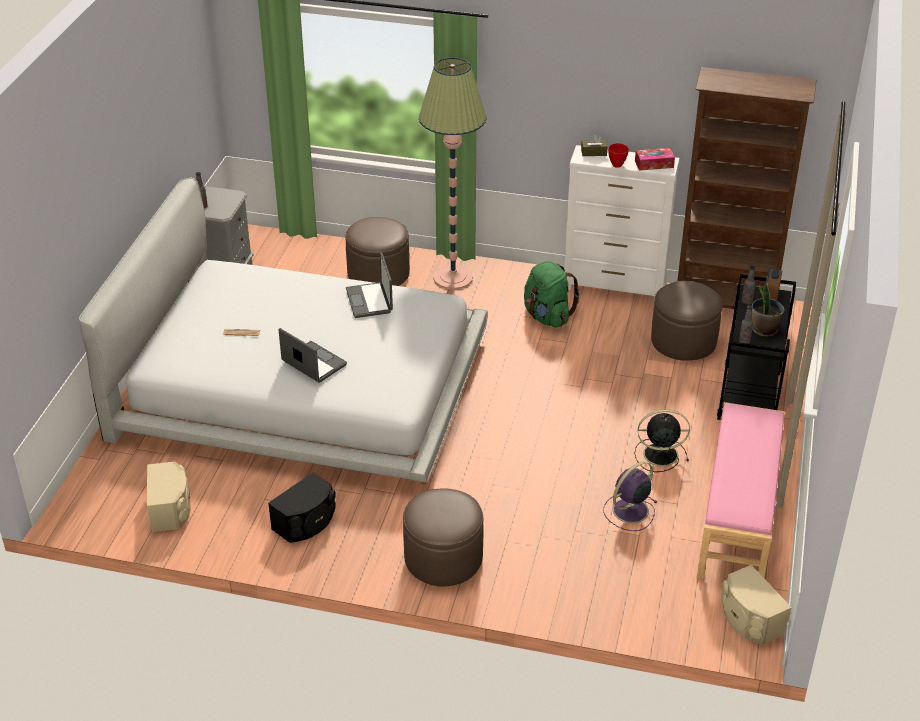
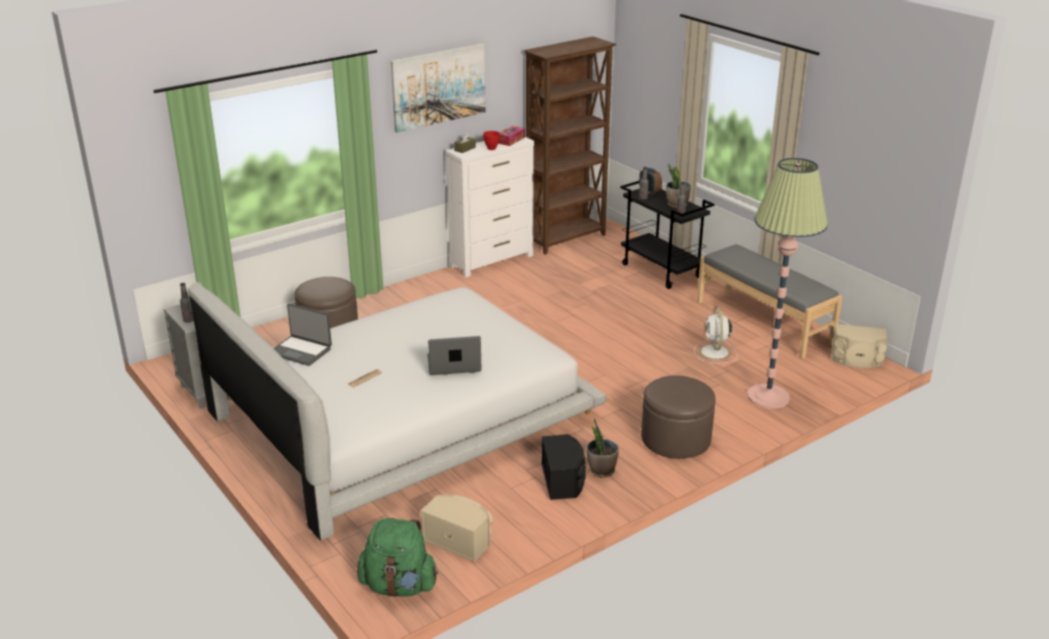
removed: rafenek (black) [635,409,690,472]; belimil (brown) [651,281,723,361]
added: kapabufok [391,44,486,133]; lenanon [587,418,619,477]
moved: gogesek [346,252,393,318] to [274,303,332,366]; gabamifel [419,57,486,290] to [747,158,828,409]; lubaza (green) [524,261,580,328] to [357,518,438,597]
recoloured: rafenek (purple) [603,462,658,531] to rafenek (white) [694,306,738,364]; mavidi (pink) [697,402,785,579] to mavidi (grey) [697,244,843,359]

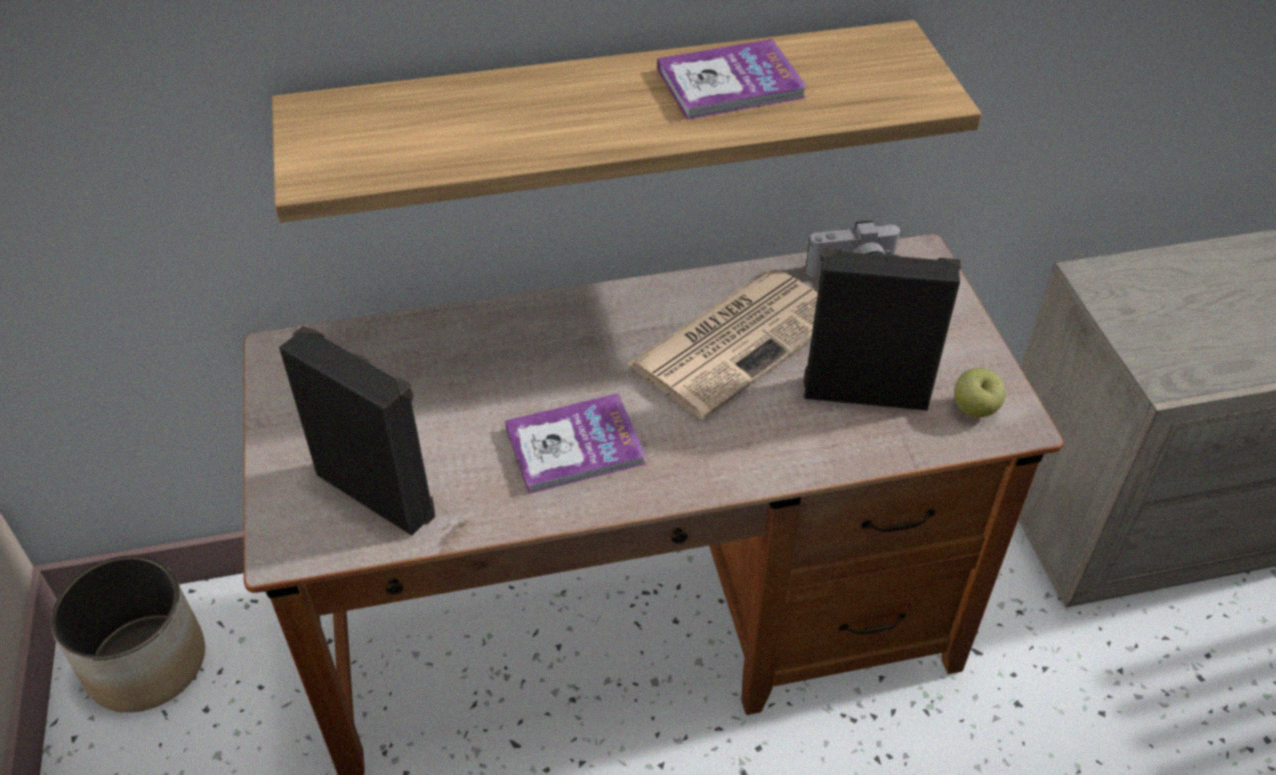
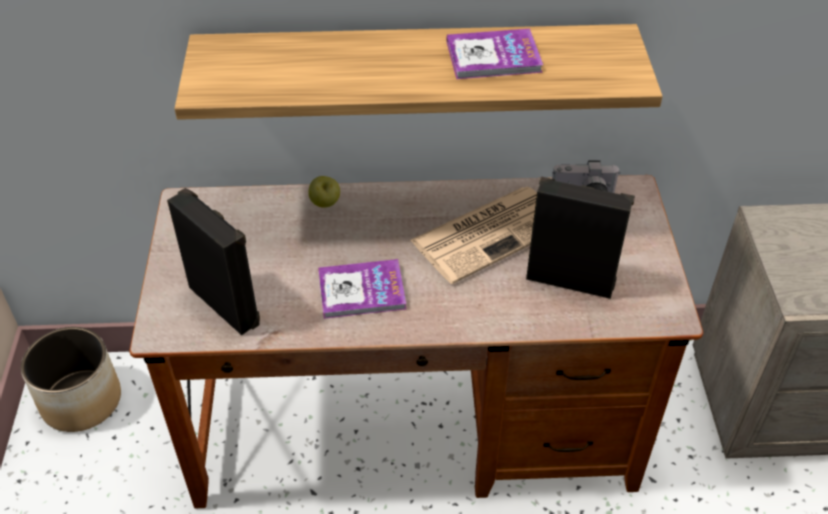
moved: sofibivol [954,368,1006,417] to [308,176,340,208]

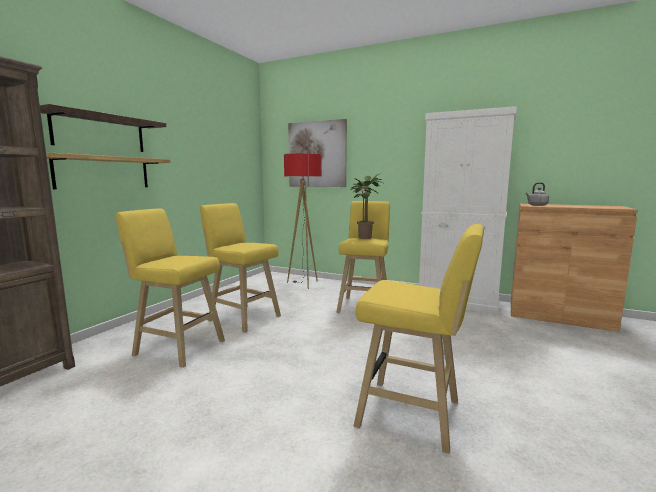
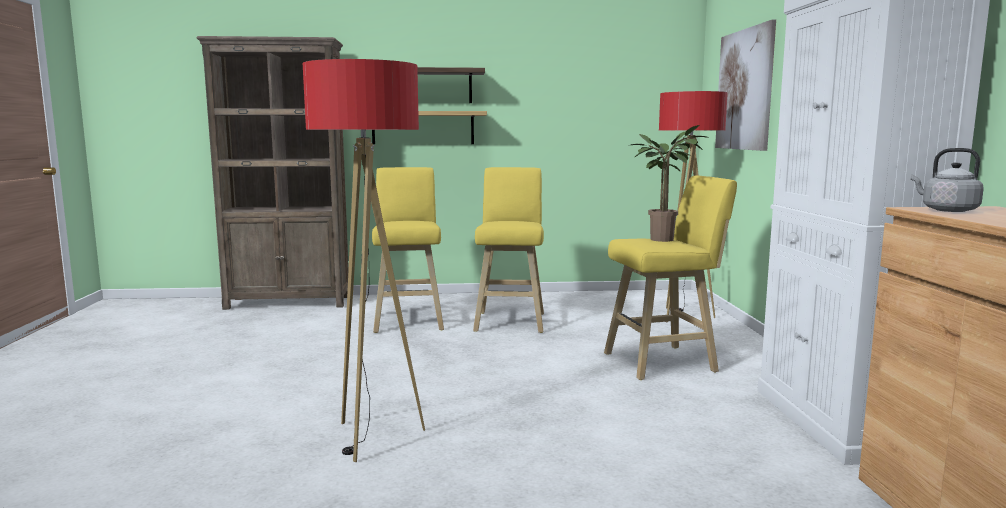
replaced: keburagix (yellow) [354,224,484,454] to gabamifel [303,59,425,462]

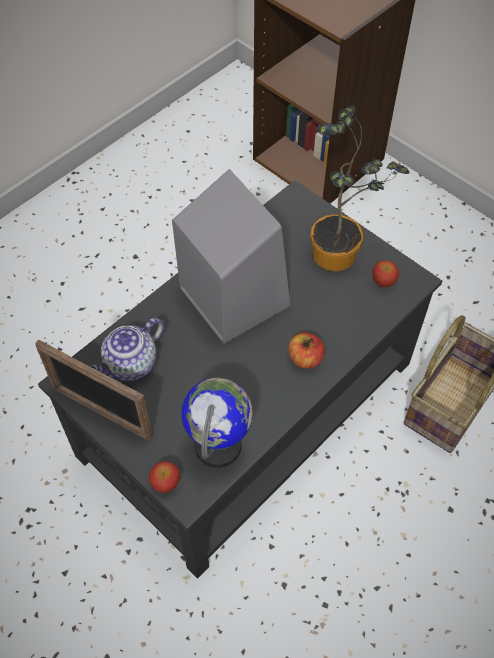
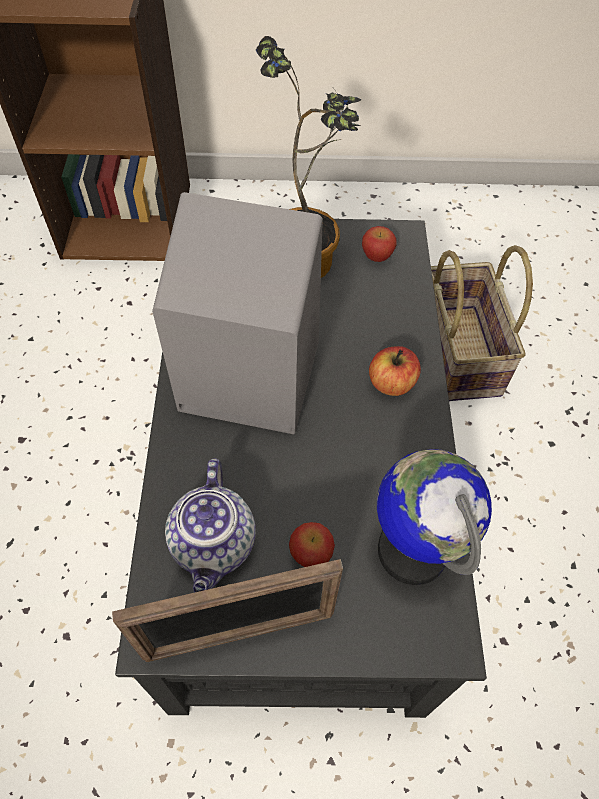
moved: sofibivol [149,461,180,493] to [289,522,335,567]

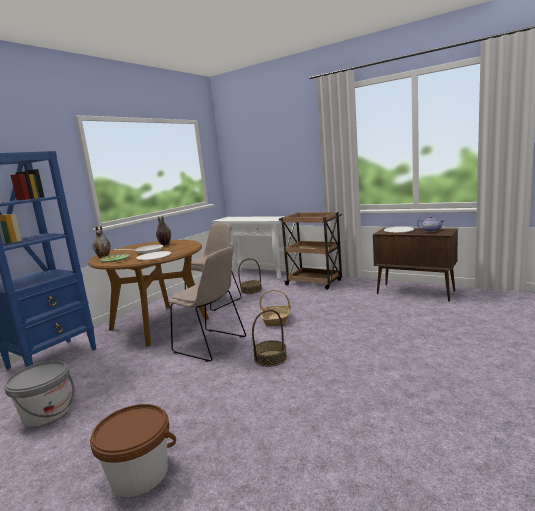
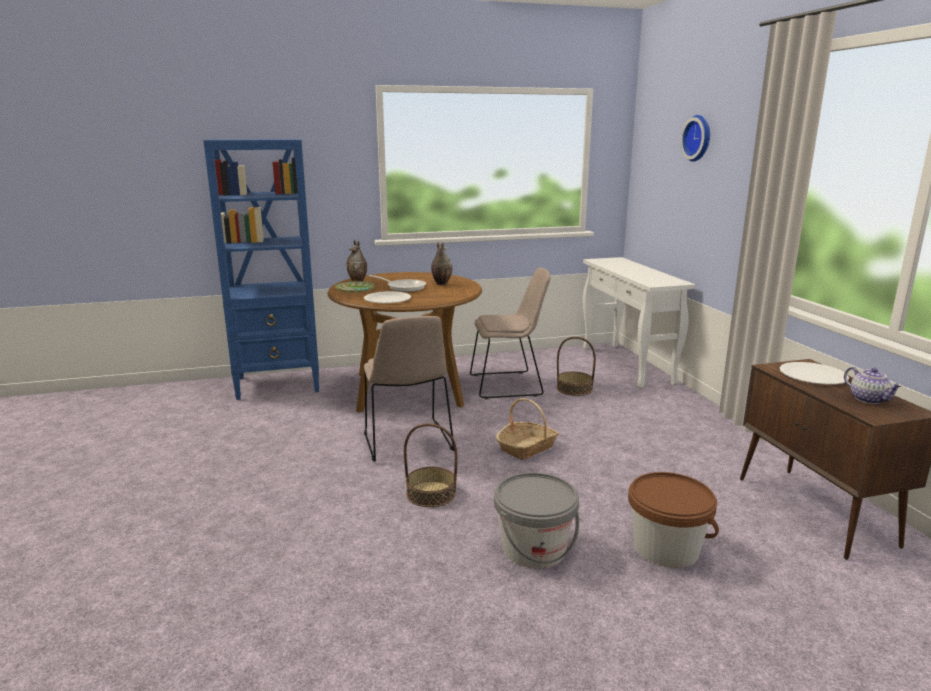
removed: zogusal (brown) [279,212,342,290]
added: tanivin [680,115,710,162]
moved: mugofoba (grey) [4,361,75,426] to [494,472,579,569]; mugofoba (brown) [90,404,176,497] to [628,472,719,568]

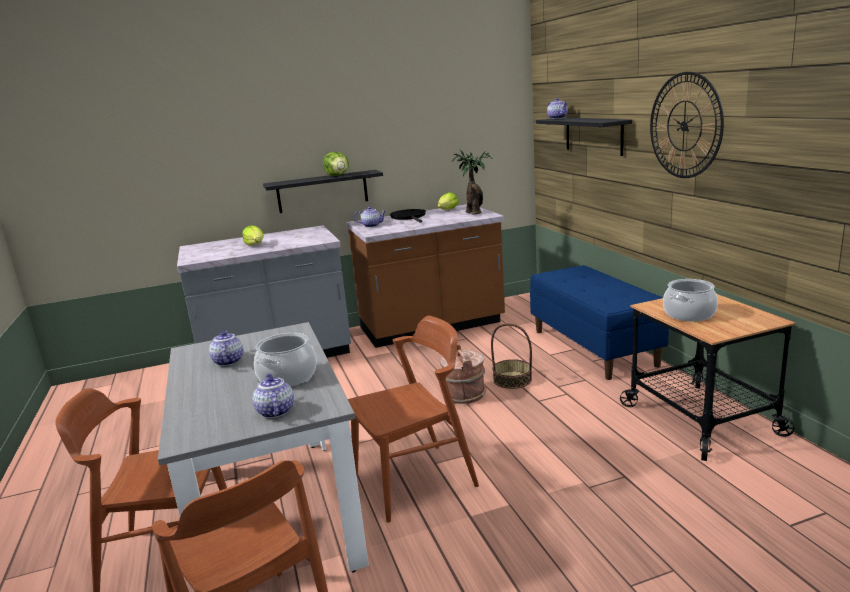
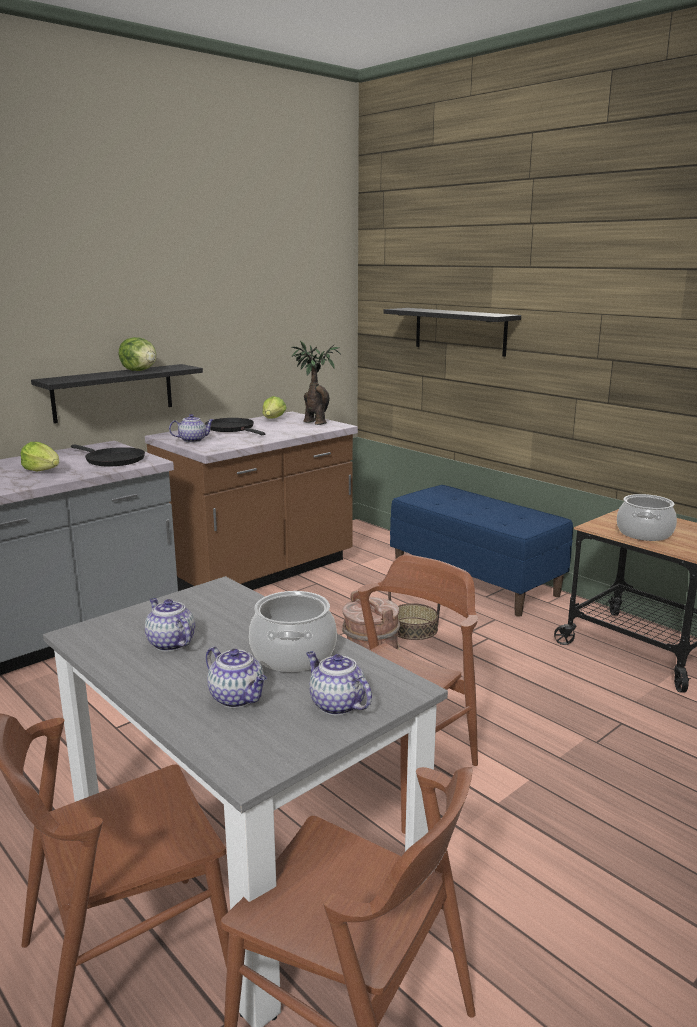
removed: tanivin [650,72,724,178]
added: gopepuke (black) [71,445,145,466]
moved: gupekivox [547,98,568,119] to [206,647,267,708]

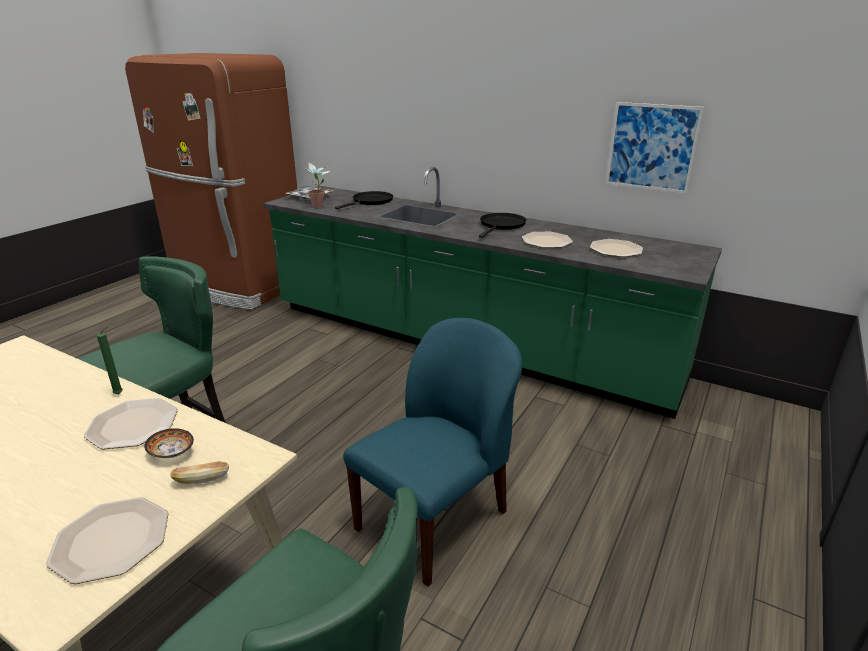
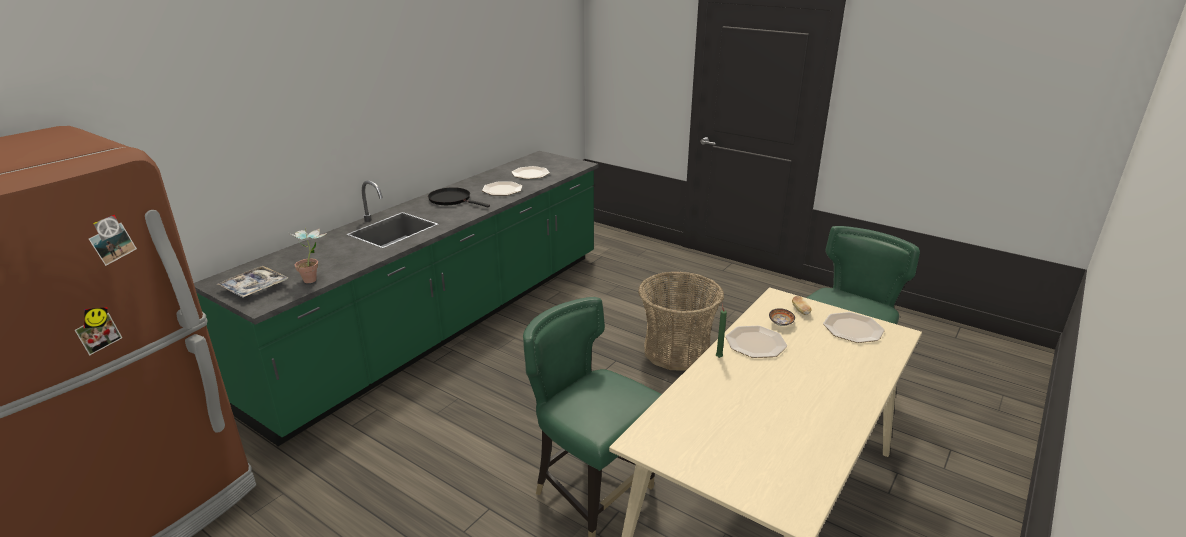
removed: gopepuke (black) [335,191,393,209]; kapabufok [606,102,704,194]
replaced: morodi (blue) [343,318,522,587] to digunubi [638,271,724,371]

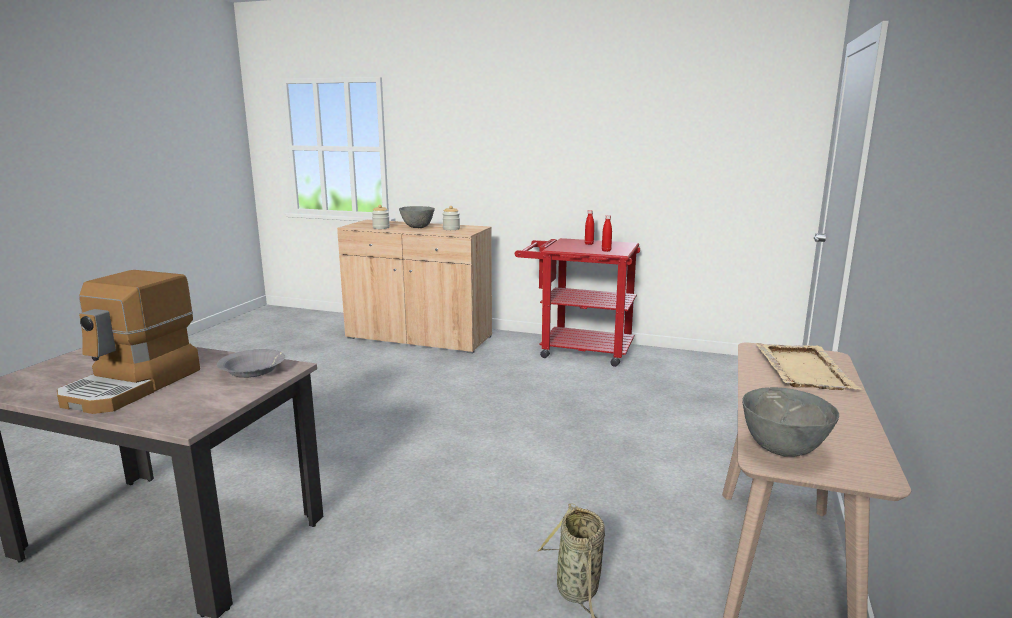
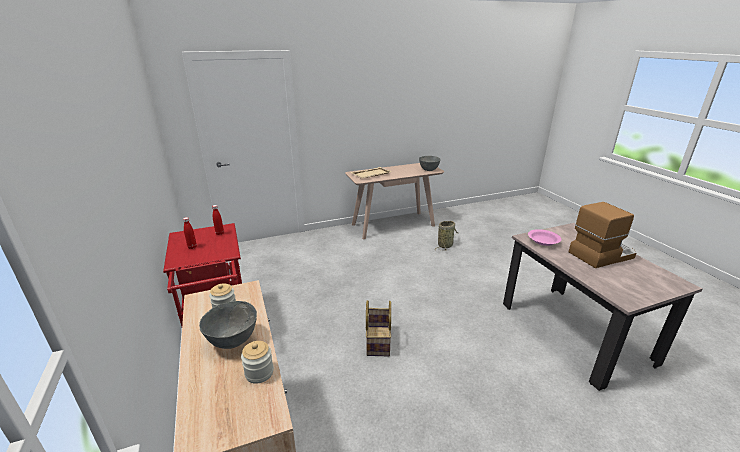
added: digunubi [366,300,391,356]
recoloured: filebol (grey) [217,349,285,378] to filebol (pink) [528,229,561,246]

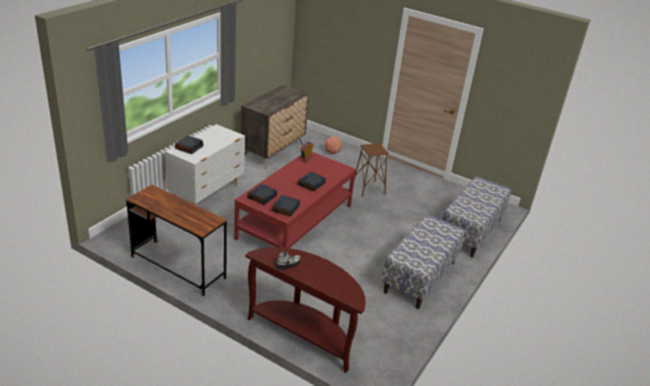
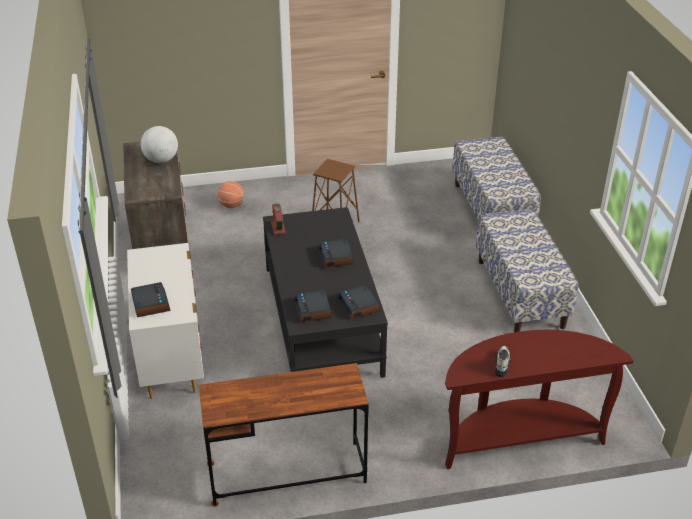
added: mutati [141,126,178,163]
recoloured: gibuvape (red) [234,152,356,248] to gibuvape (black) [263,207,388,378]

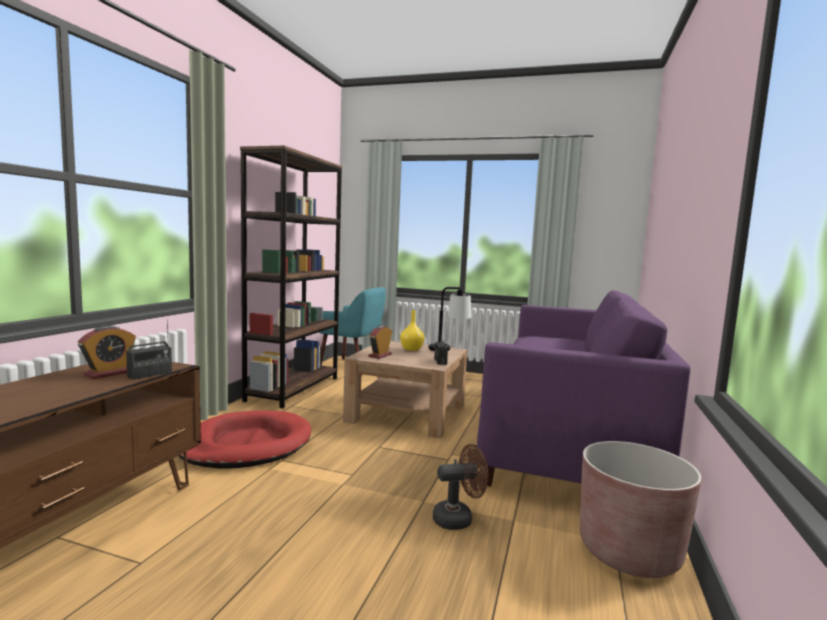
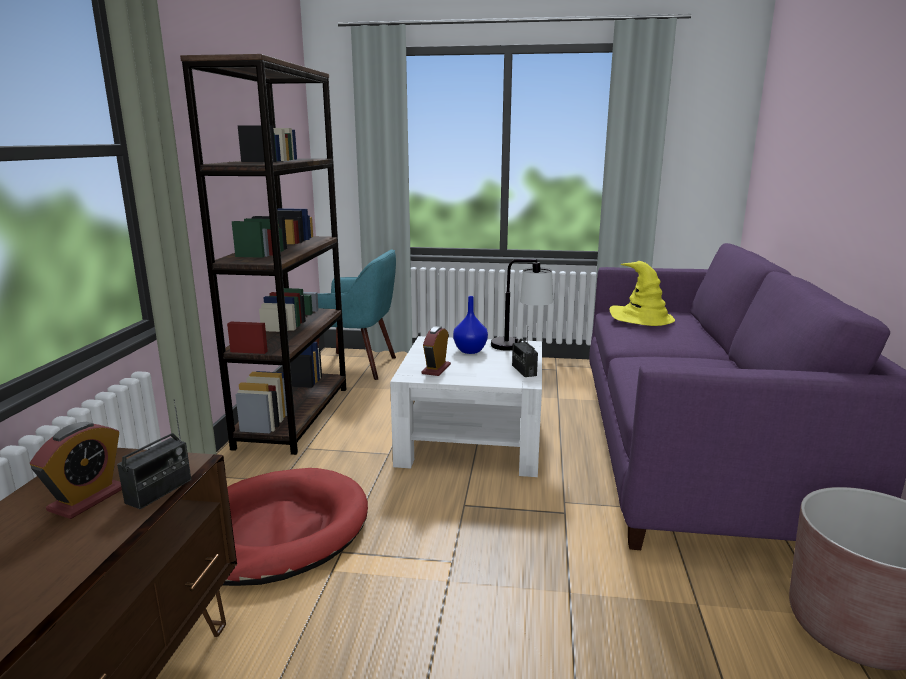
removed: rafenek (brown) [433,444,488,530]
added: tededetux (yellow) [610,261,675,326]
recoloured: gibuvape (brown) [343,341,467,439] to gibuvape (white) [390,336,542,477]; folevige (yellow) [400,310,425,351] to folevige (blue) [453,296,488,354]

